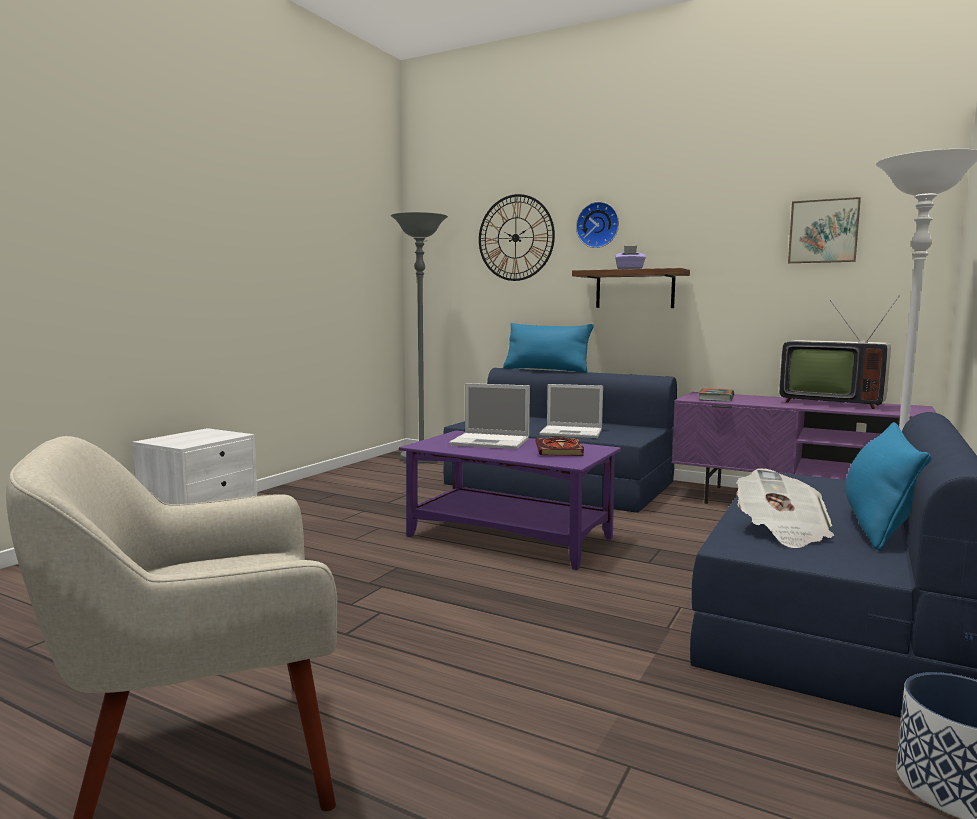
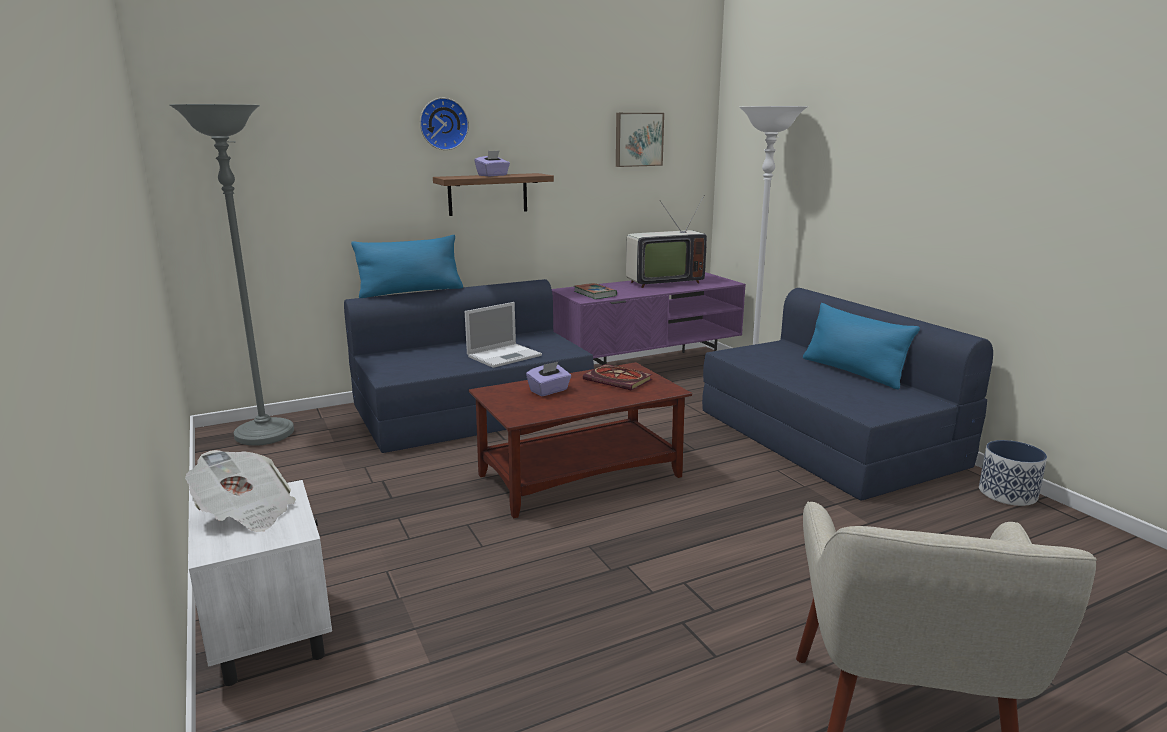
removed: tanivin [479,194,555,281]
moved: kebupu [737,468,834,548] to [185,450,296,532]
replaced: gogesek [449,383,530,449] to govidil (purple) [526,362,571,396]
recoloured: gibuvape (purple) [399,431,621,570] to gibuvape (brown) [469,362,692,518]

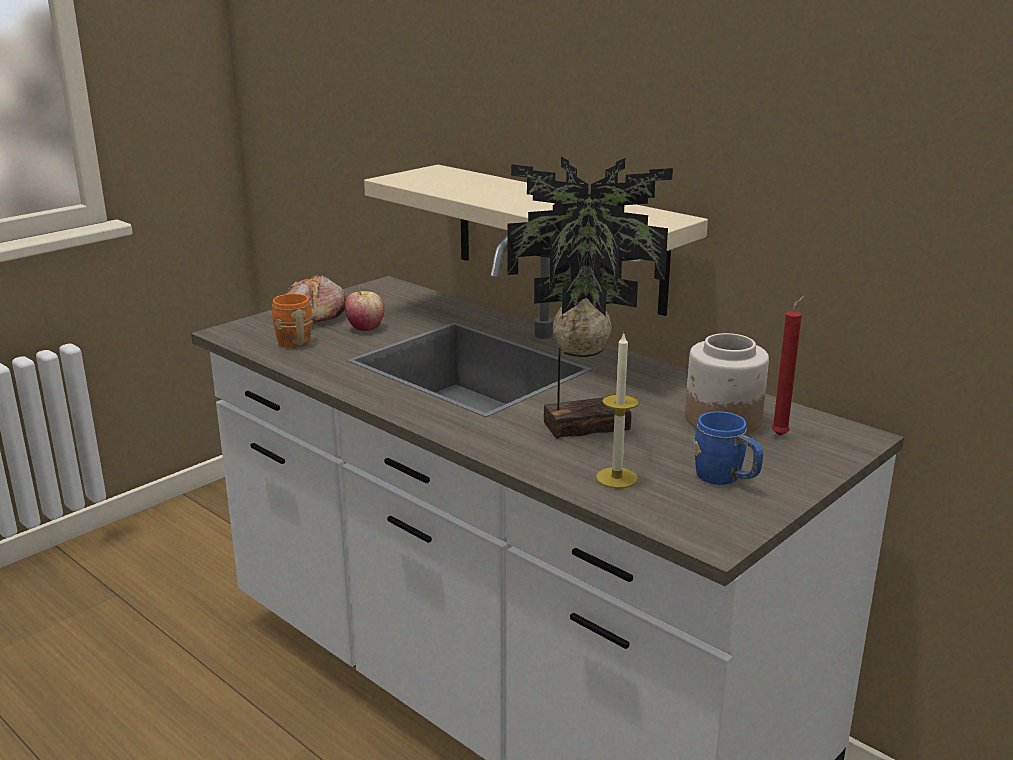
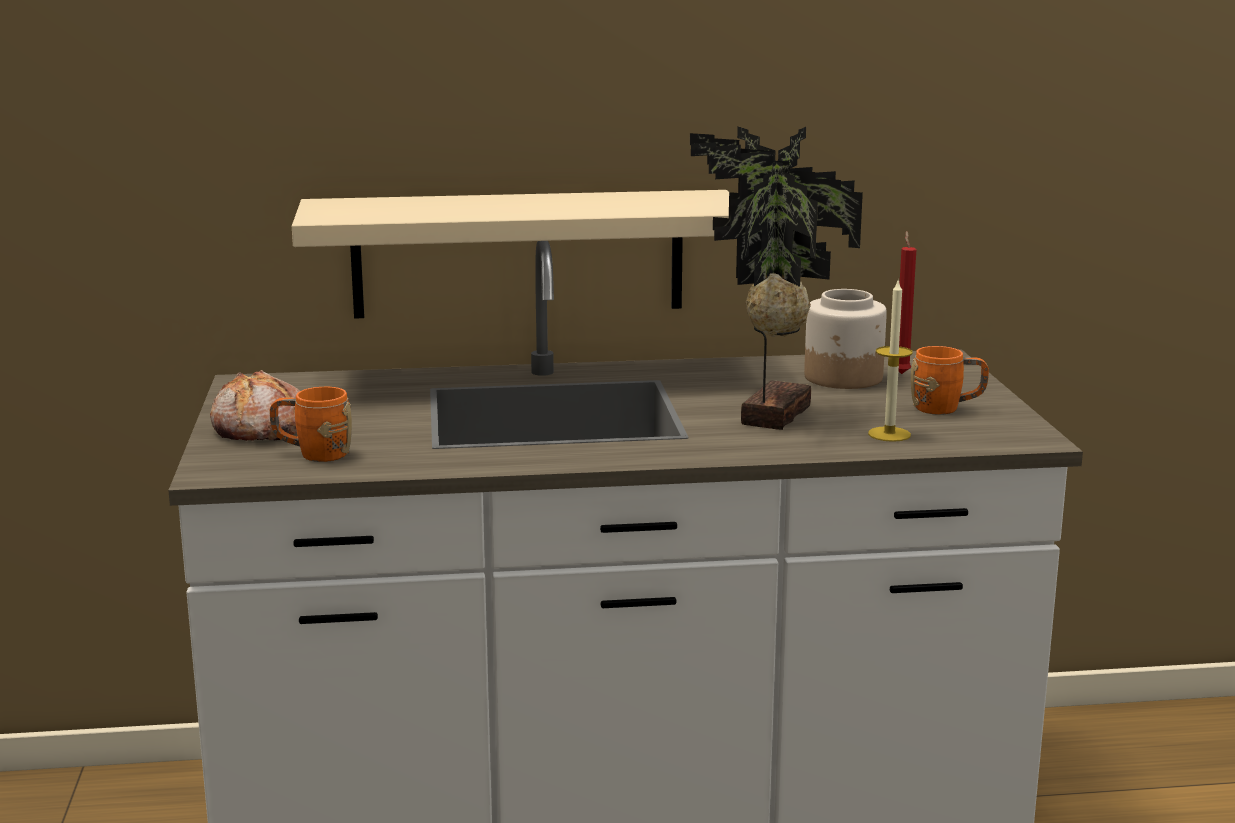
removed: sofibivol [345,288,384,331]
recoloured: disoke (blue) [694,411,763,485] to disoke (orange) [911,346,989,415]

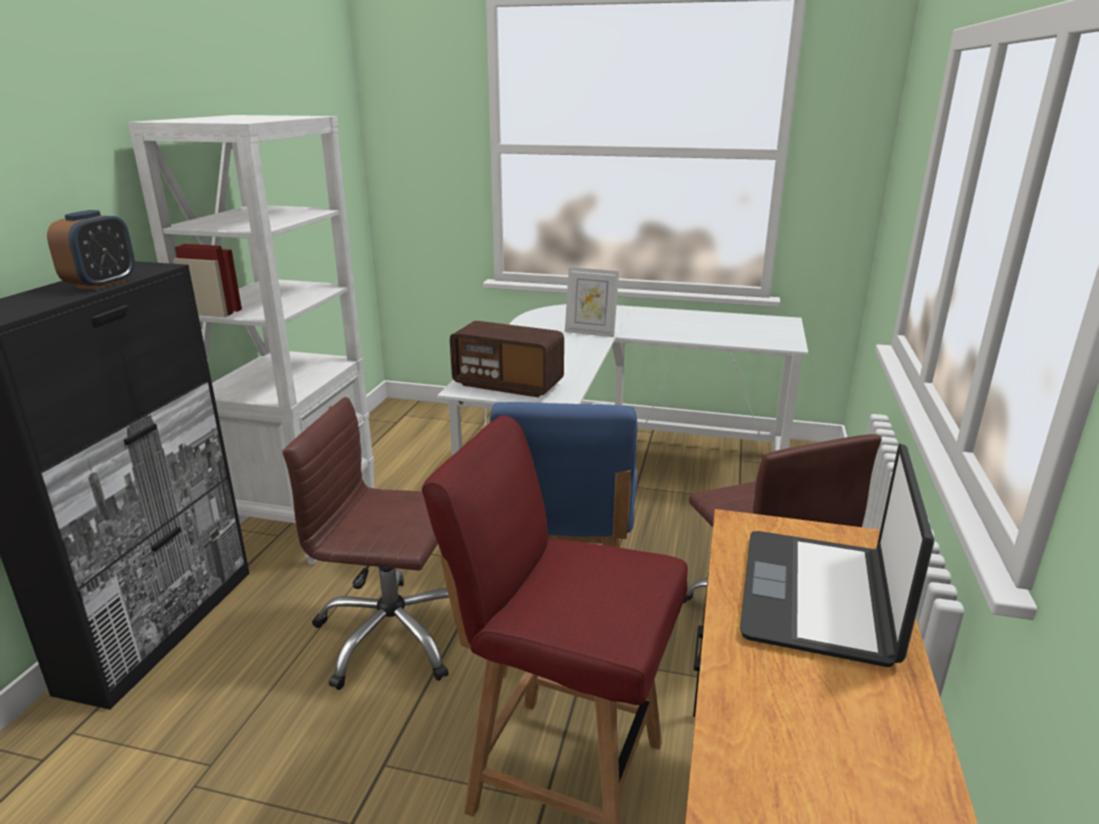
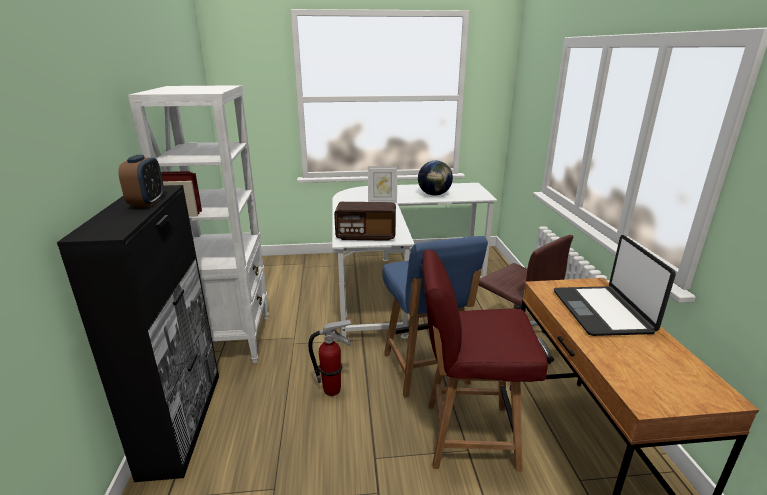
added: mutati [418,161,453,196]
replaced: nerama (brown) [282,397,449,690] to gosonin [308,319,352,396]

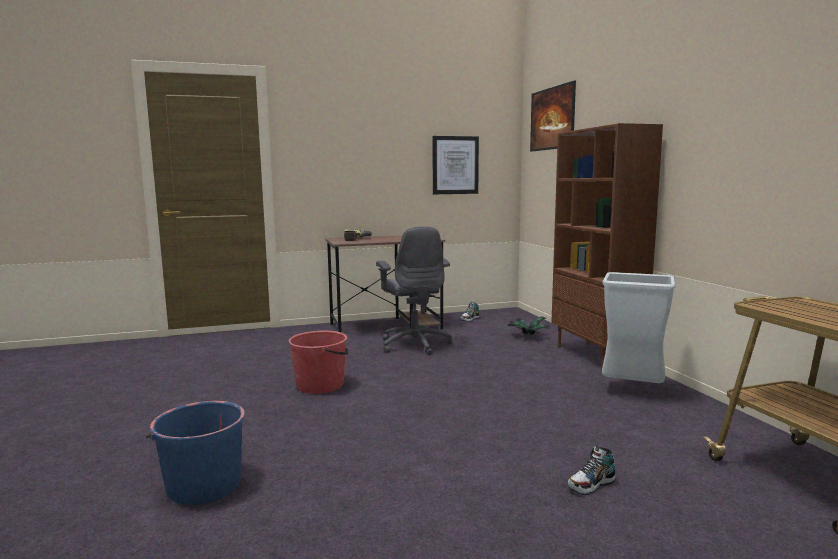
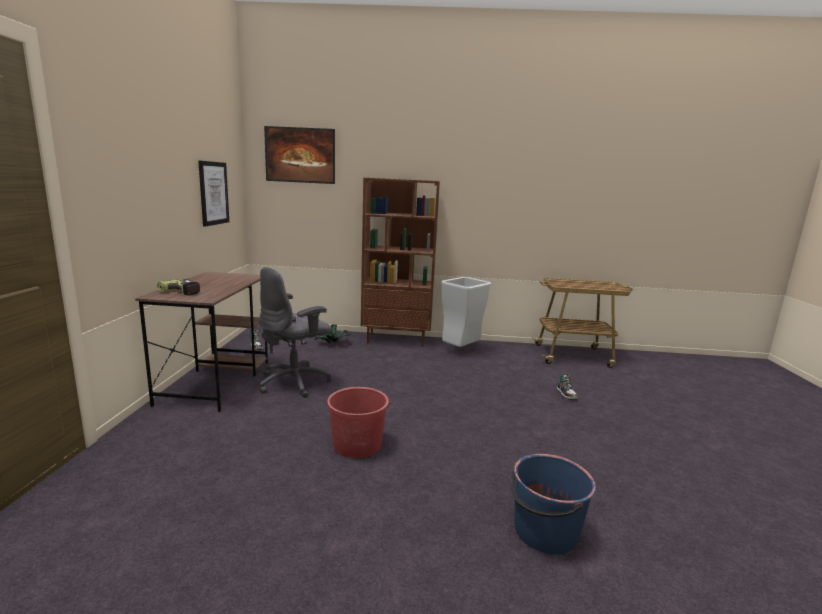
turned: nerama (grey) [376,226,452,355] = [258,267,332,398] 135 degrees clockwise

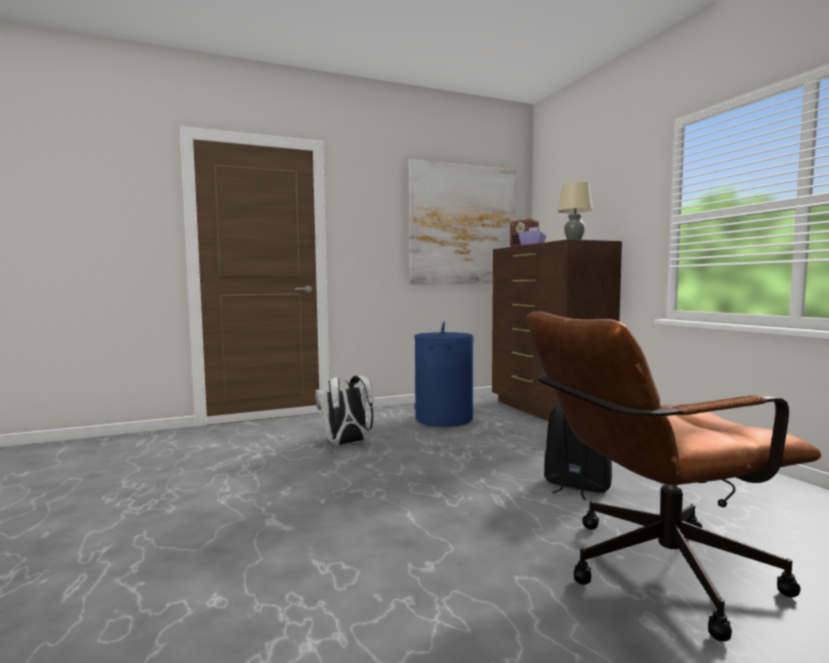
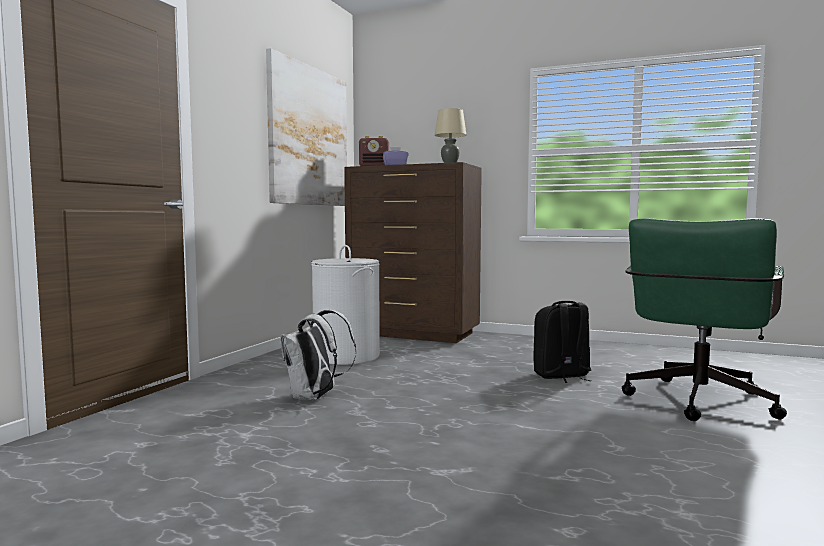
recoloured: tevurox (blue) [414,321,474,427] to tevurox (white) [311,245,380,365]; nerama (brown) [527,311,821,642] to nerama (green) [622,218,787,421]

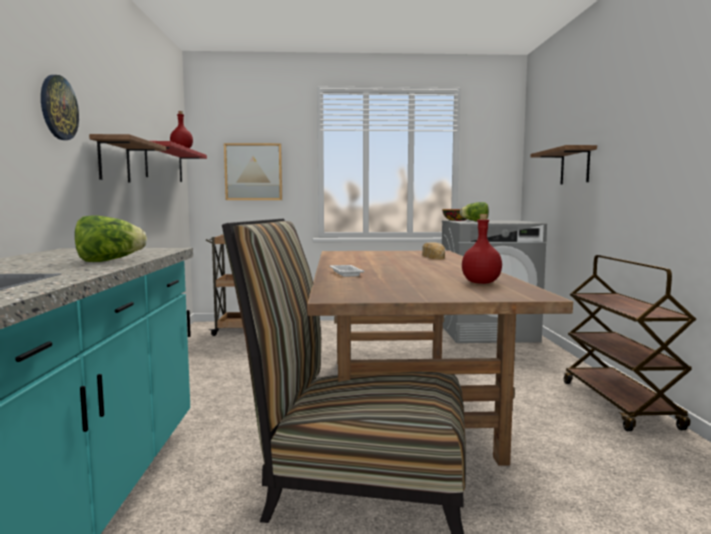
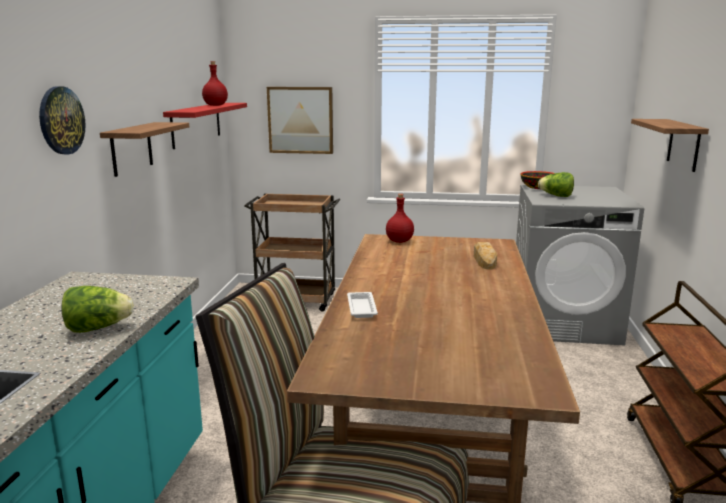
moved: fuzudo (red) [462,214,502,284] to [386,194,414,243]

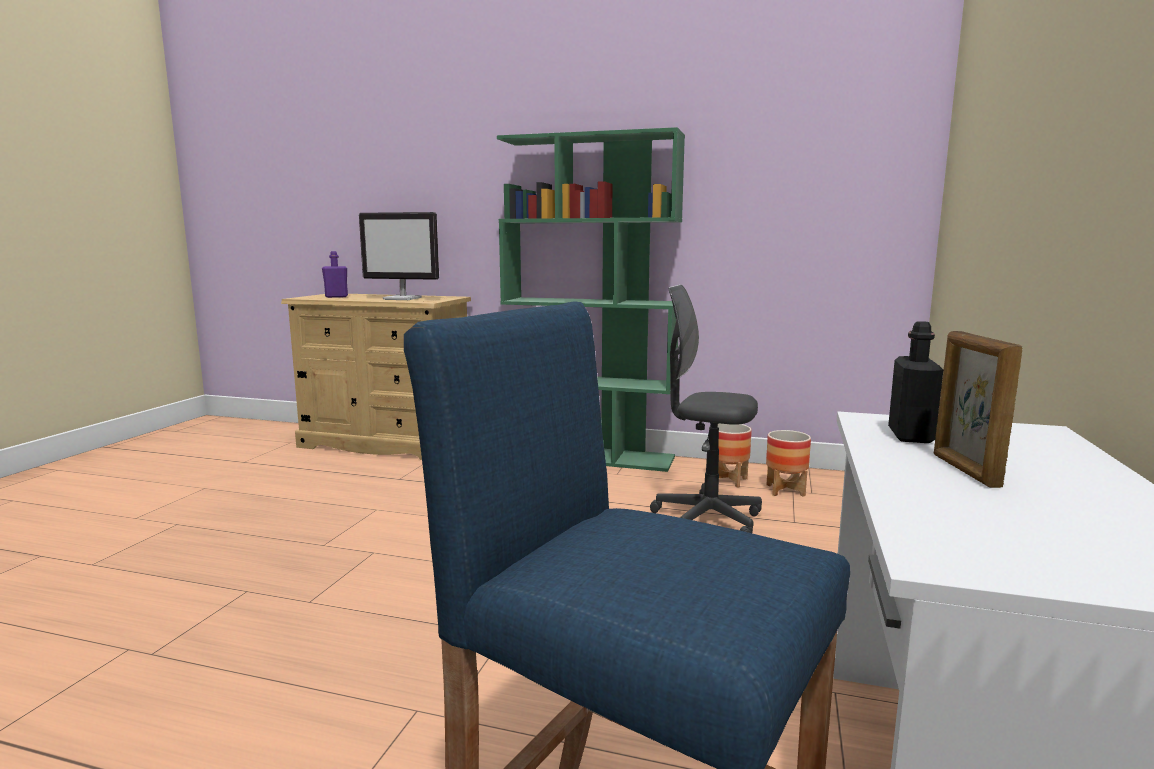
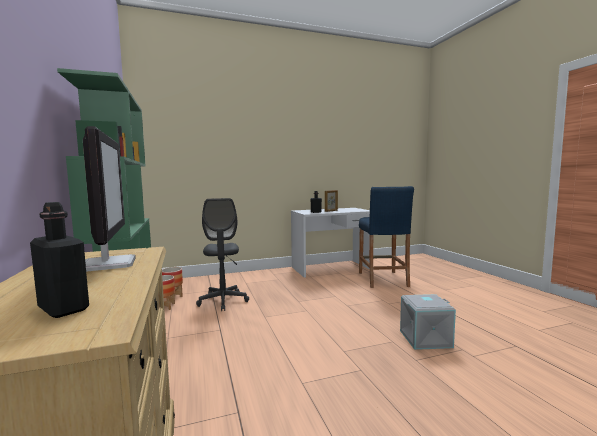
added: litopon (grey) [400,294,456,350]
recoloured: fuzudo (purple) [322,251,348,298] to fuzudo (black) [30,202,89,318]

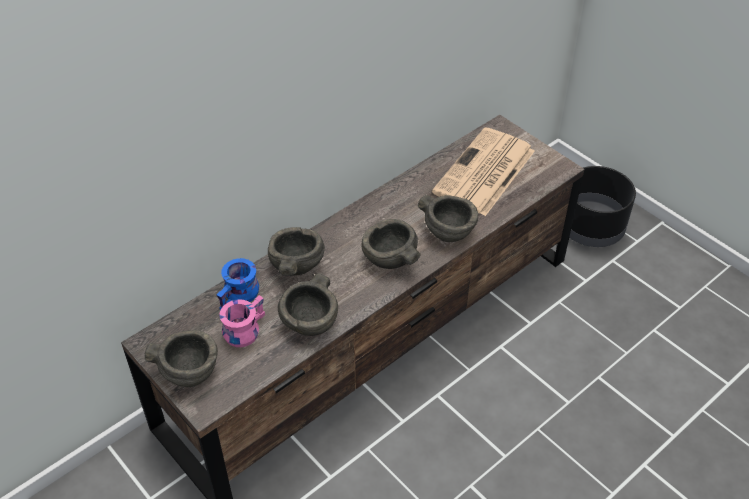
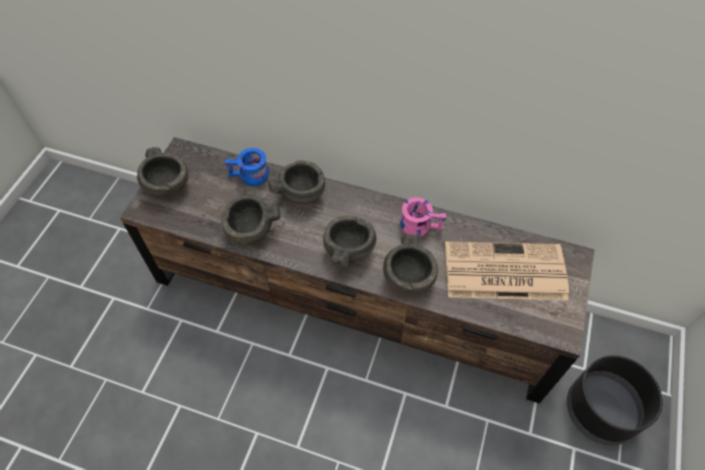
moved: disoke (pink) [219,295,265,347] to [400,197,446,237]

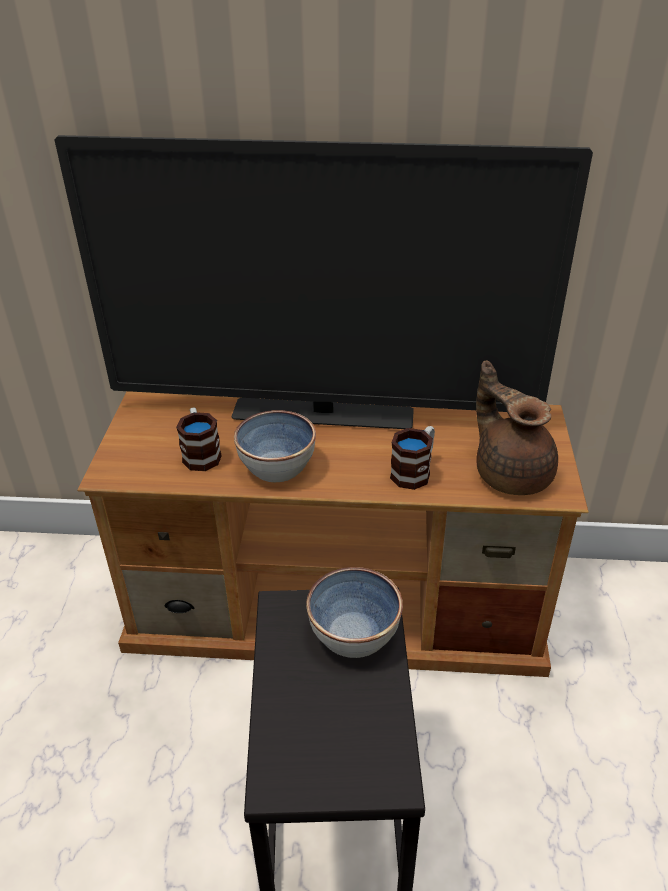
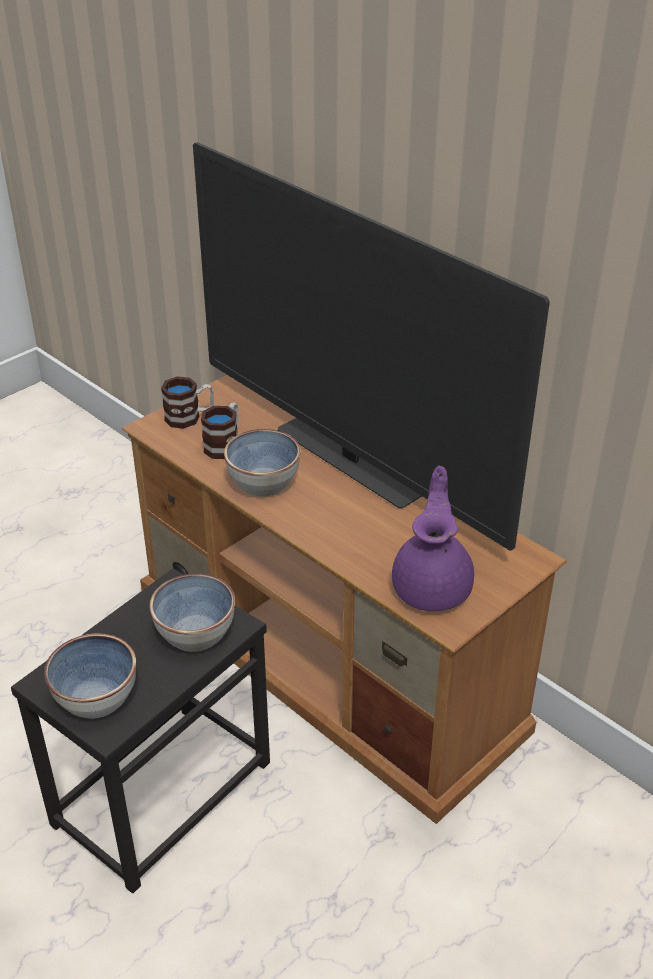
added: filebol [44,633,136,719]
moved: disoke [390,426,435,490] to [161,377,214,429]
recoloured: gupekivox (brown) [476,360,558,495] to gupekivox (purple) [392,466,474,611]

